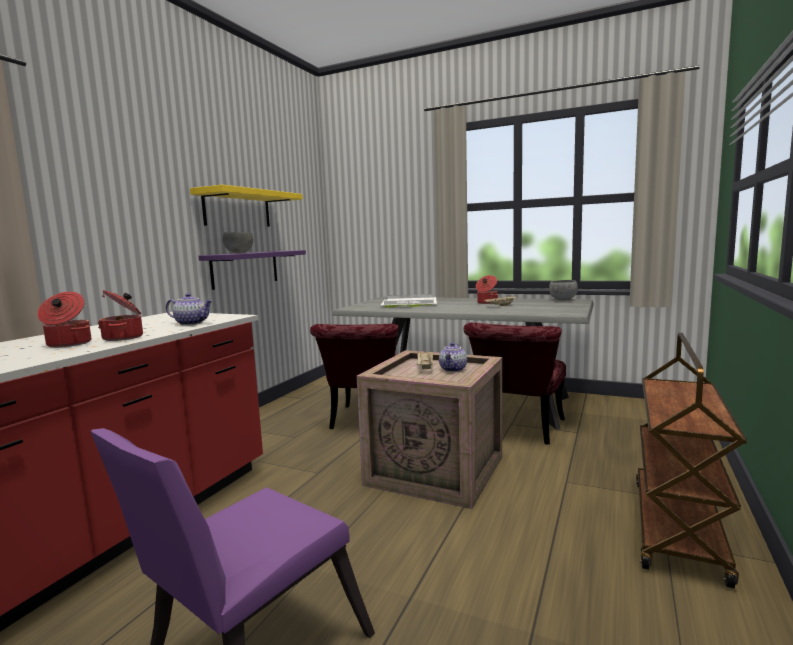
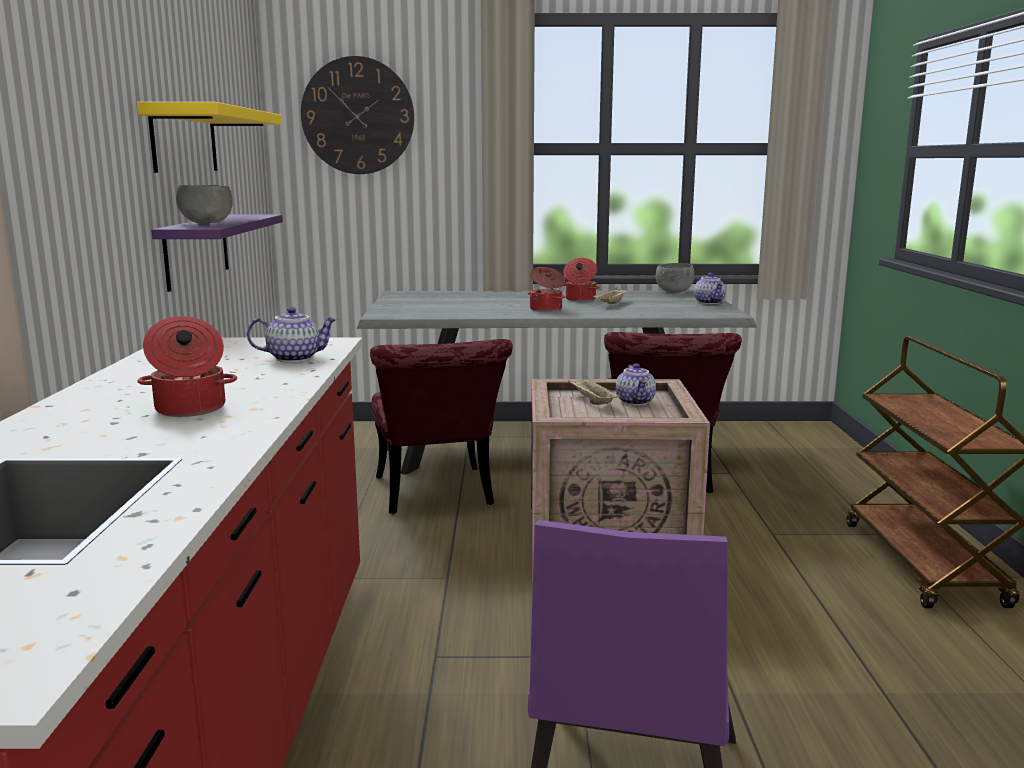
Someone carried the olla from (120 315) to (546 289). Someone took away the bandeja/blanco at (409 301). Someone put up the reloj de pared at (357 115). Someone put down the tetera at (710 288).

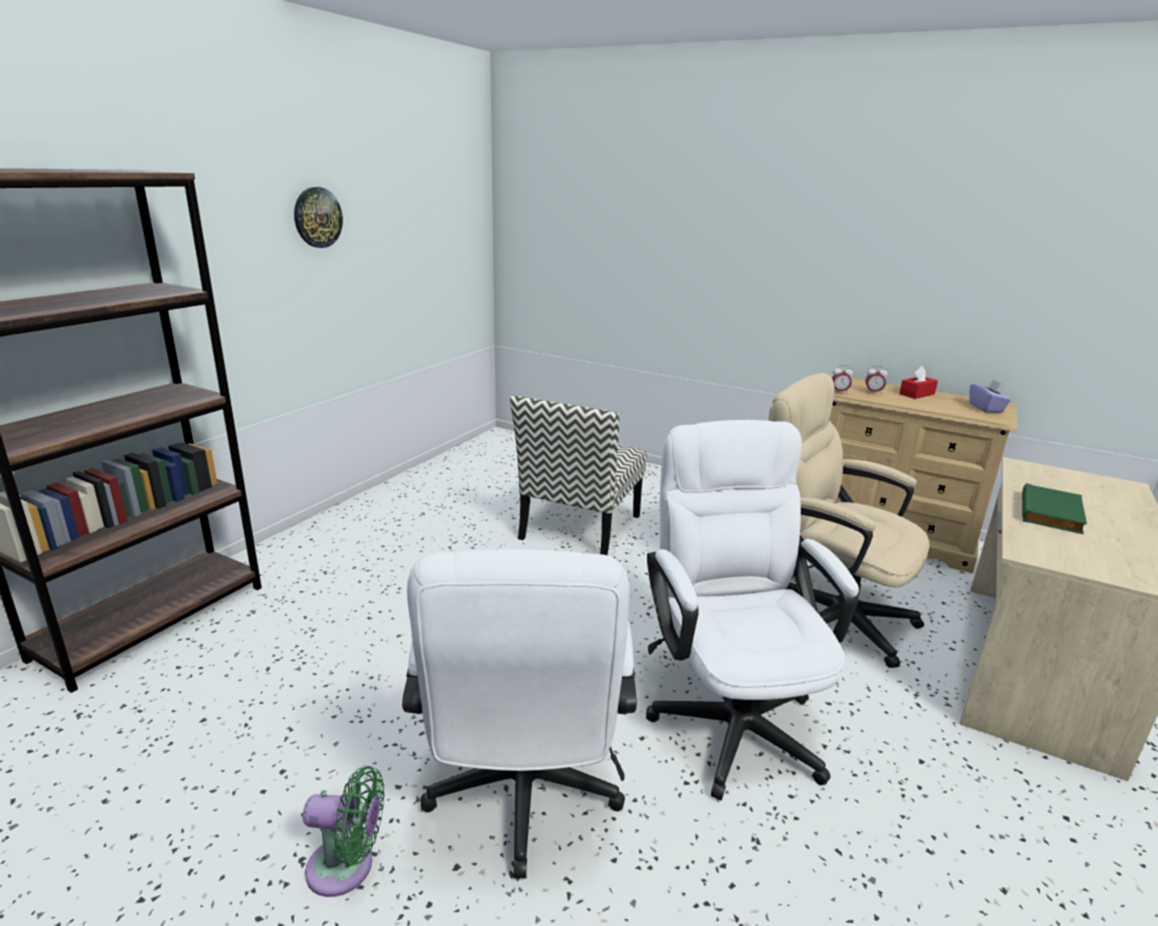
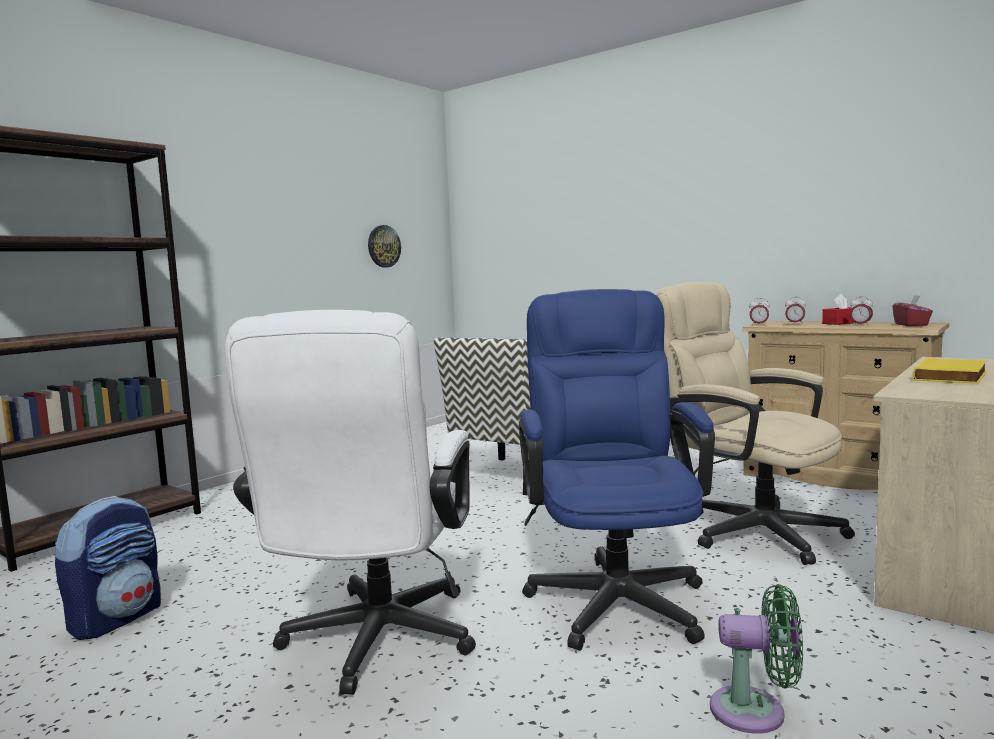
Someone carried the reloj de pared from (318 217) to (384 246). Someone carried the ventilador/verde from (344 831) to (756 659). Someone repainted the silla de oficina/blanco at (752 610), which became the silla de oficina/azul at (617 470). Someone repainted the caja de pañuelos/morado at (990 396), which became the caja de pañuelos/rojo at (912 310). Someone repainted the libro/verde at (1054 508), which became the libro/amarillo at (950 371). Someone put down the mochila at (108 568). Someone put down the despertador at (861 311).

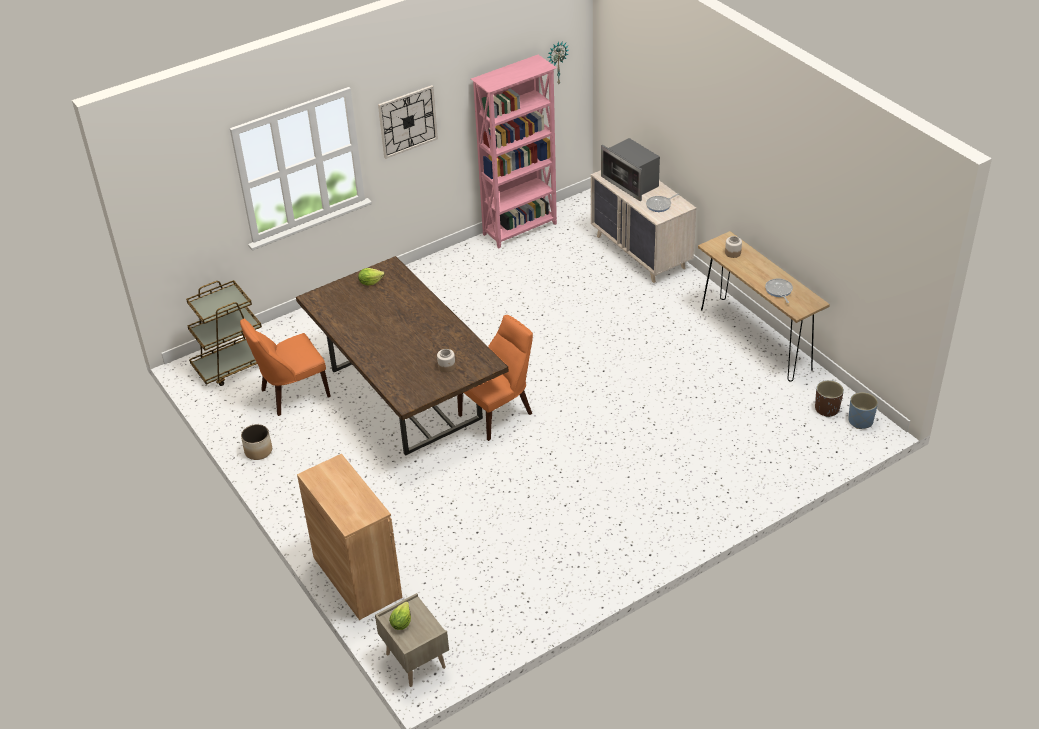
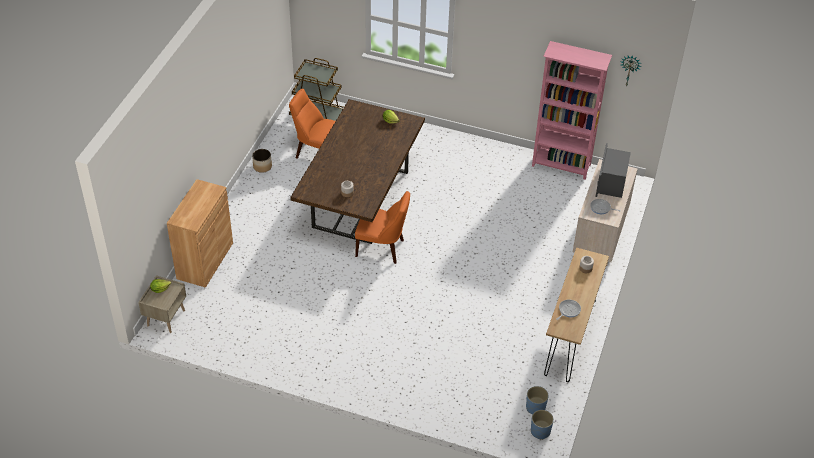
Someone took away the reloj de pared at (408 122). Someone repainted the maceta/marrón at (829 398), which became the maceta/azul at (537 400).

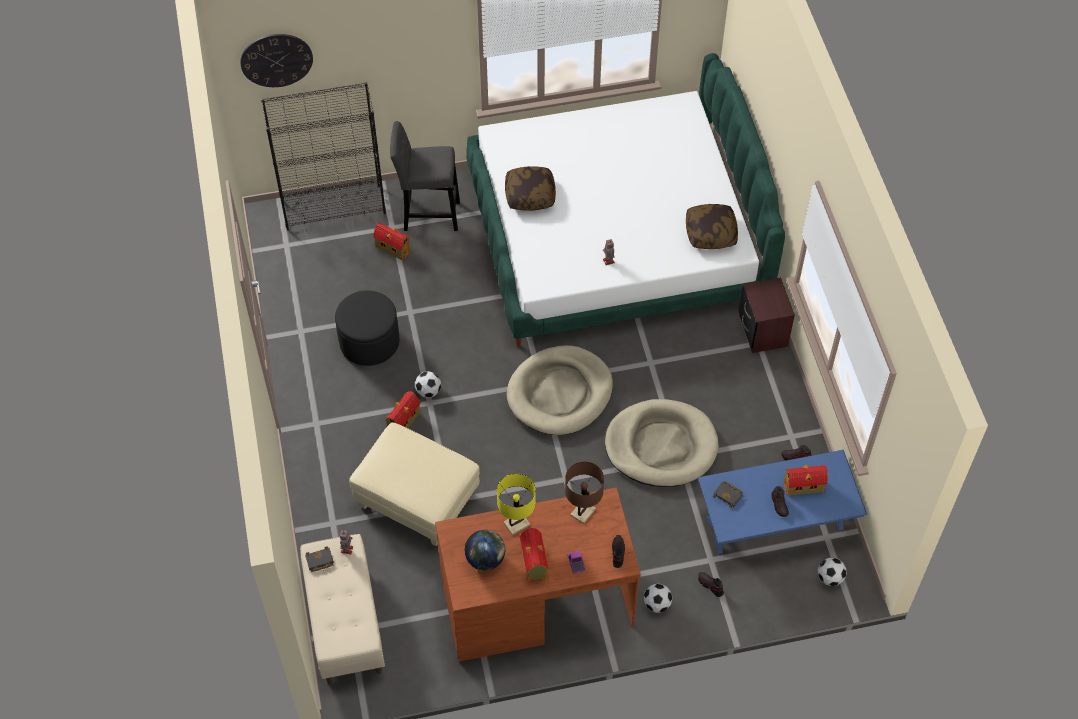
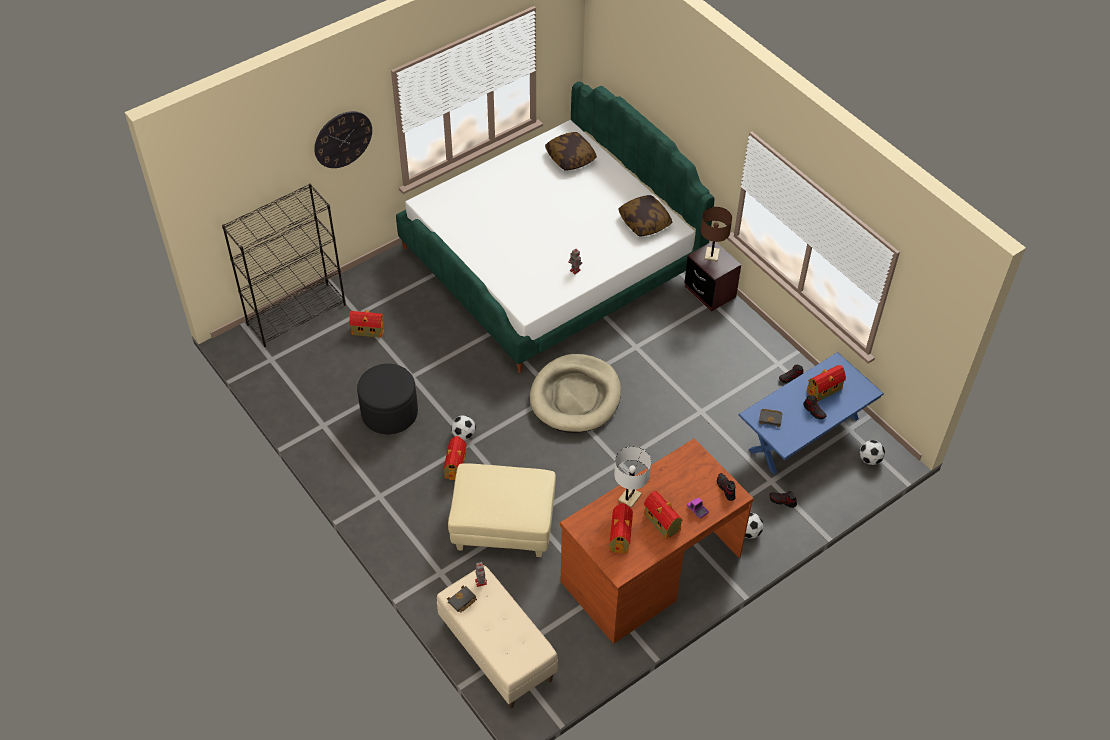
Someone carried the reloj de pared from (276 60) to (343 139). Someone took away the taburete/gris at (425 176). Someone swapped the globo terráqueo at (485 550) for the casita at (621 528). Someone repainted the lámpara de mesa/amarillo at (516 504), which became the lámpara de mesa/blanco at (632 477). Someone carried the cojín from (530 188) to (571 151). Someone carried the lámpara de mesa/marrón from (584 493) to (716 234). Someone took away the cama para perro/beis at (662 443).

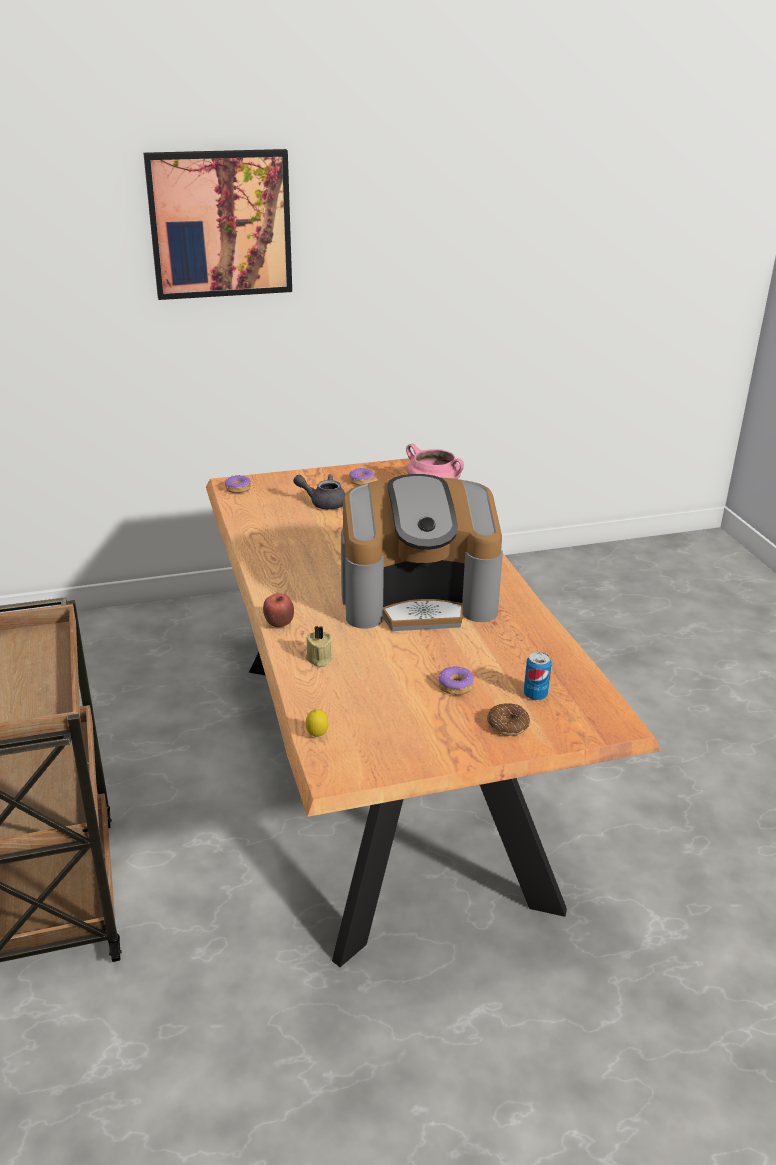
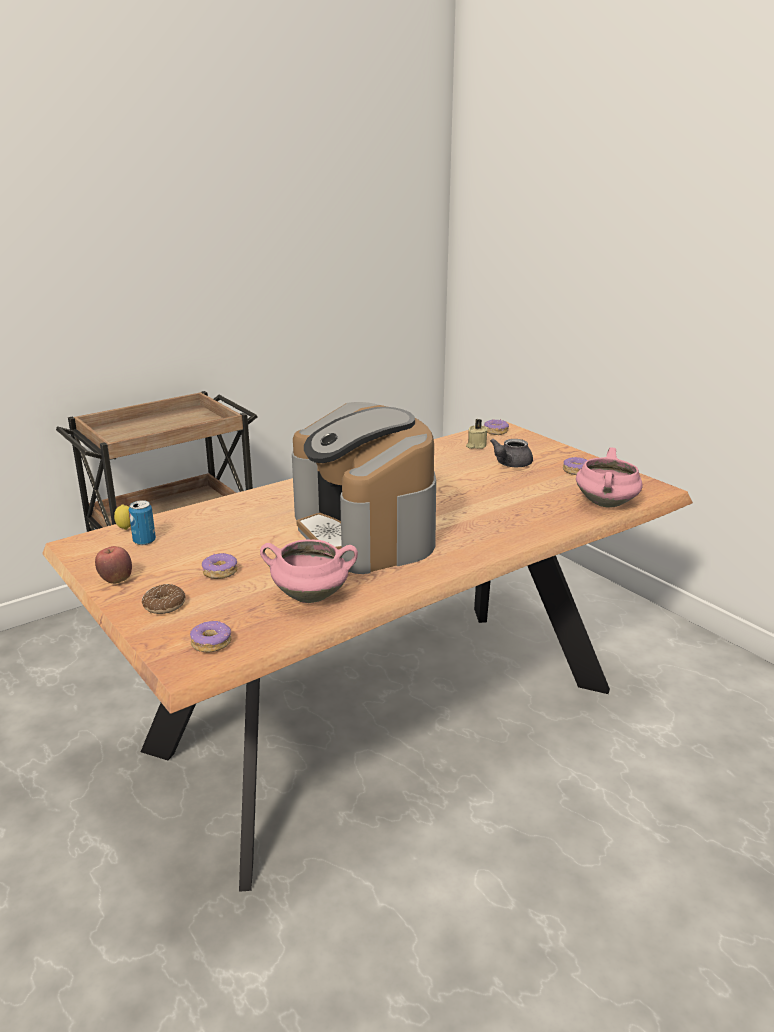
Someone took away the cuadro at (217 224). Someone carried the manzana from (278 610) to (113 565). Someone rotated the tetera/gris at (319 491) by 135 degrees counterclockwise. Someone carried the vela/beis from (319 646) to (477 434). Someone carried the lata from (538 676) to (142 522). Someone put down the rosquilla at (210 636). Someone put down the olla/rosa at (309 571).

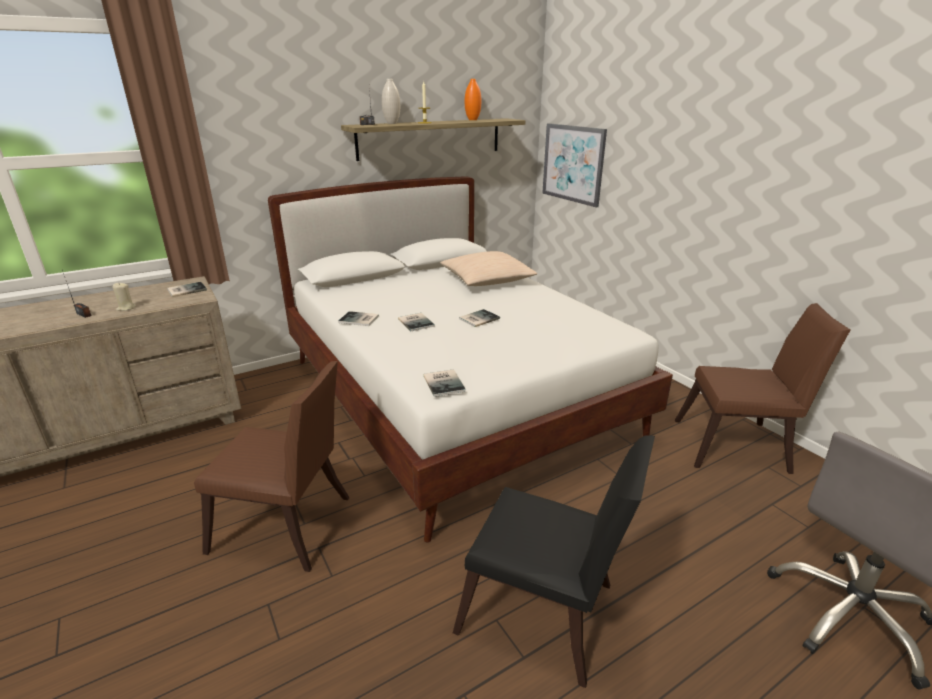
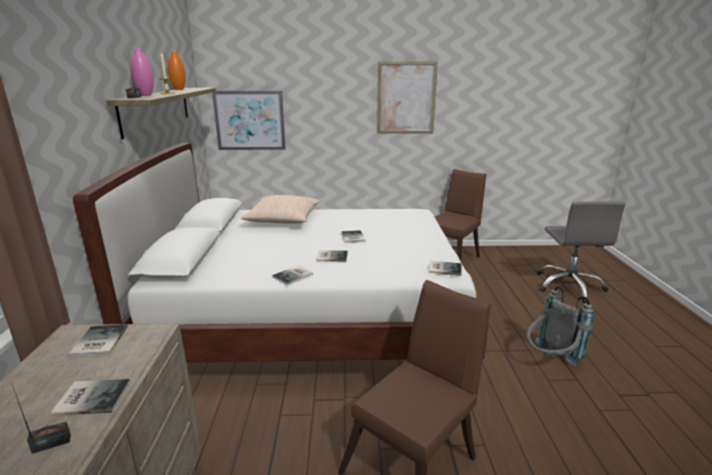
Someone swapped the vela/beis at (124 296) for the libro at (90 397). Someone repainted the florero/blanco at (391 101), which became the florero/rosa at (142 72). Someone swapped the silla/negro at (554 561) for the mochila/gris at (560 326). Someone put up the cuadro at (407 98).

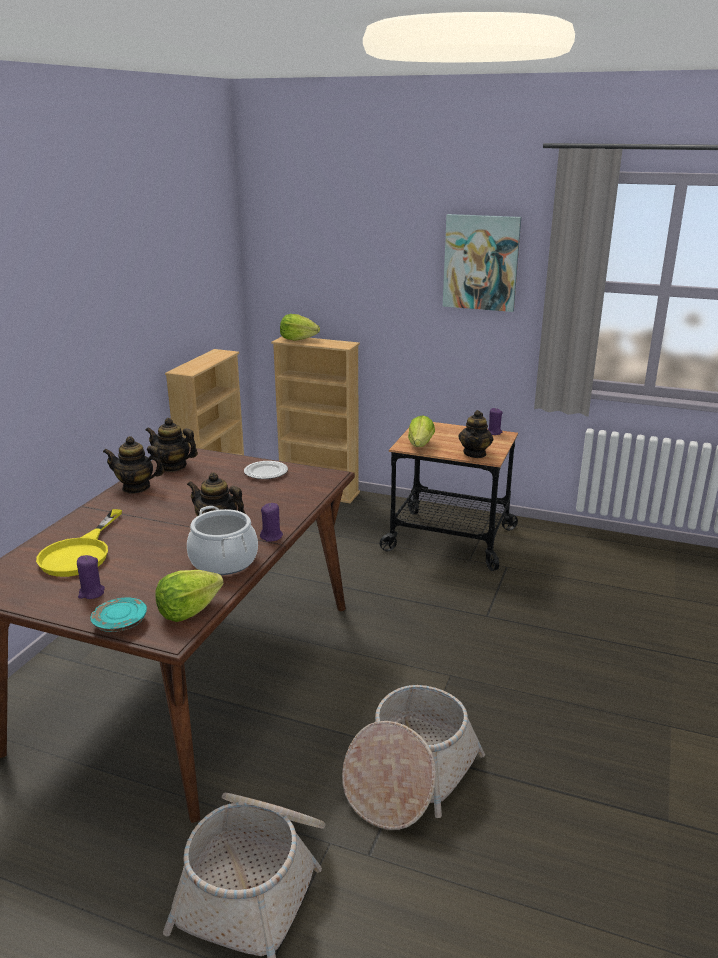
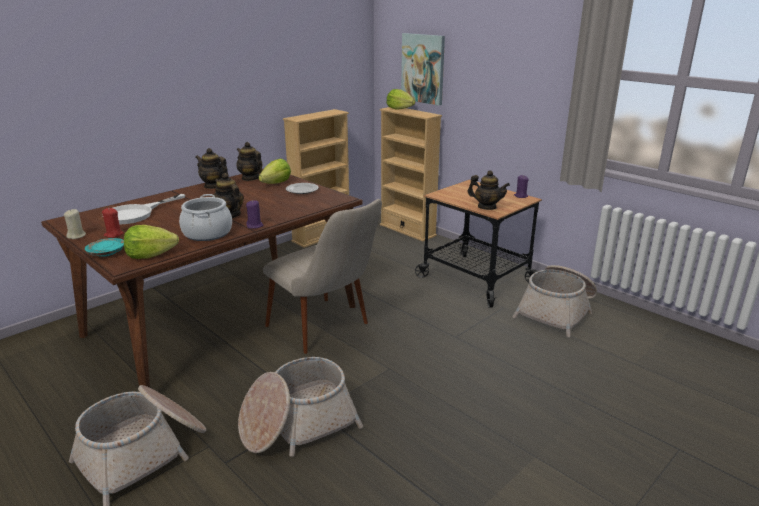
Someone repainted the sartén/amarillo at (79 543), which became the sartén/blanco at (143 209). Someone repainted the vela/morado at (91 577), which became the vela/rojo at (112 223). Someone carried the lechuga from (421 431) to (275 171). Someone carried the cuadro from (482 263) to (423 69). Someone rotated the tetera at (475 434) by 105 degrees counterclockwise. Someone put down the vela/beis at (75 224). Someone put down the silla/beis at (322 276). Someone put down the cesta at (555 301).

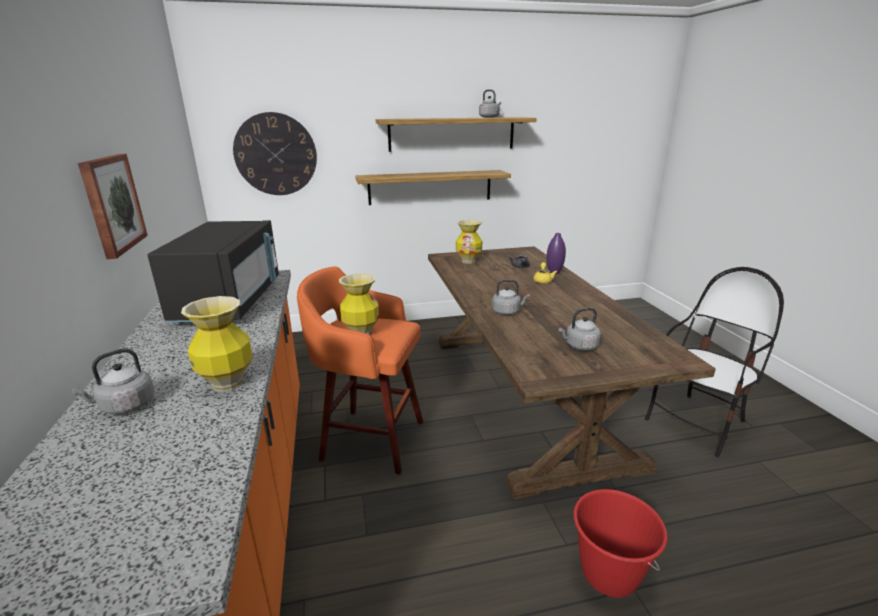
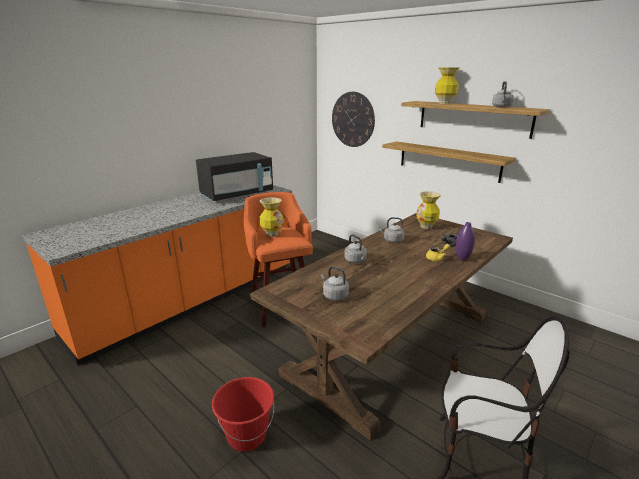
Someone carried the hervidor/gris from (113 381) to (391 230). Someone took away the cuadro at (113 206). Someone carried the florero from (216 344) to (447 86).

